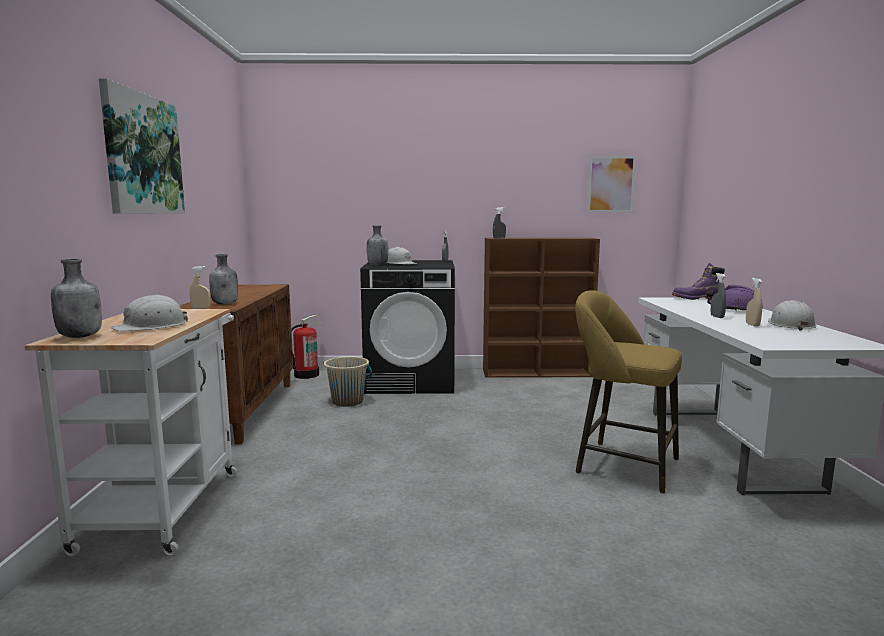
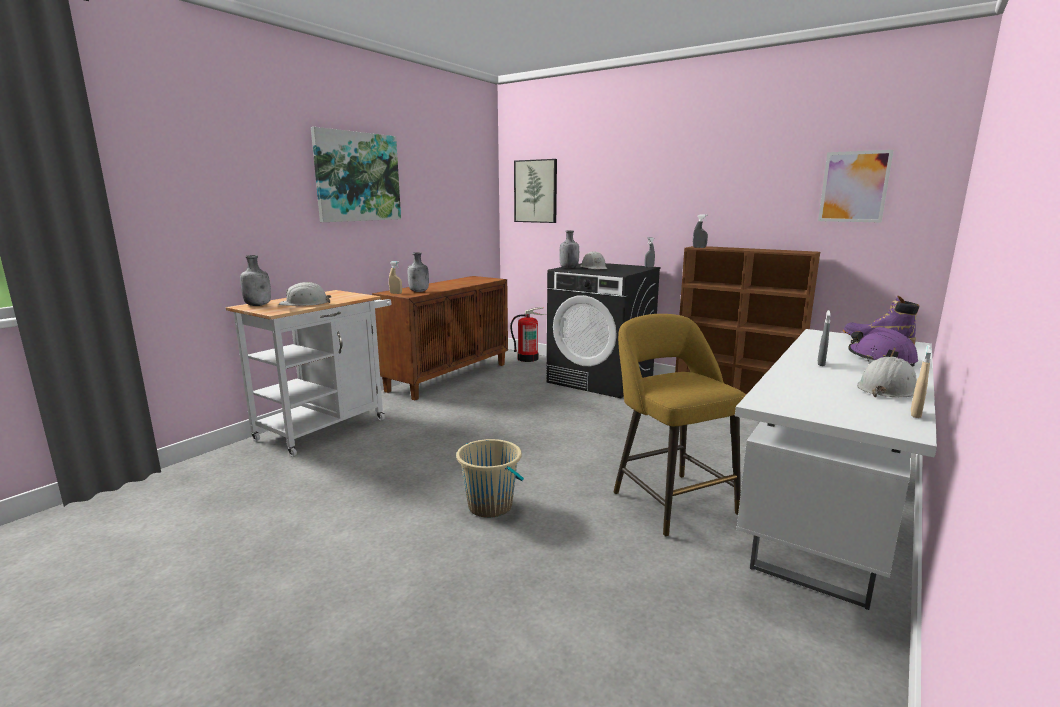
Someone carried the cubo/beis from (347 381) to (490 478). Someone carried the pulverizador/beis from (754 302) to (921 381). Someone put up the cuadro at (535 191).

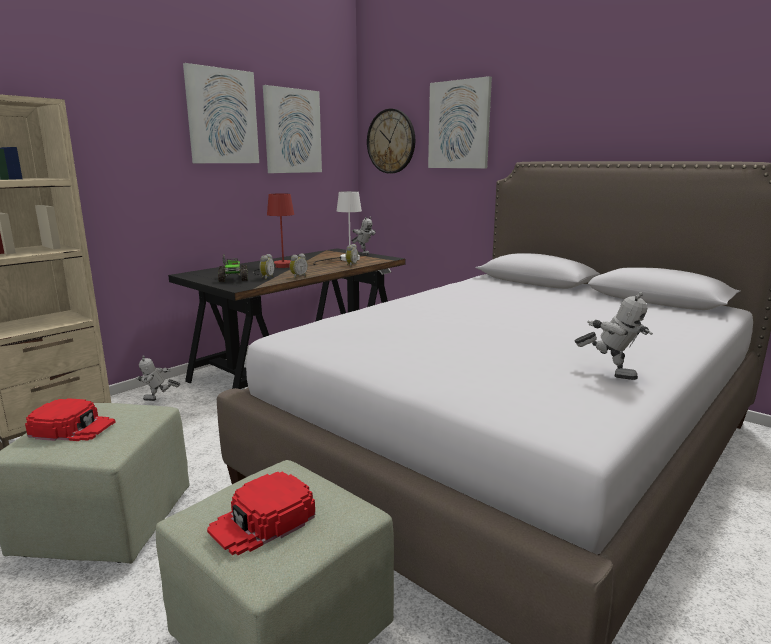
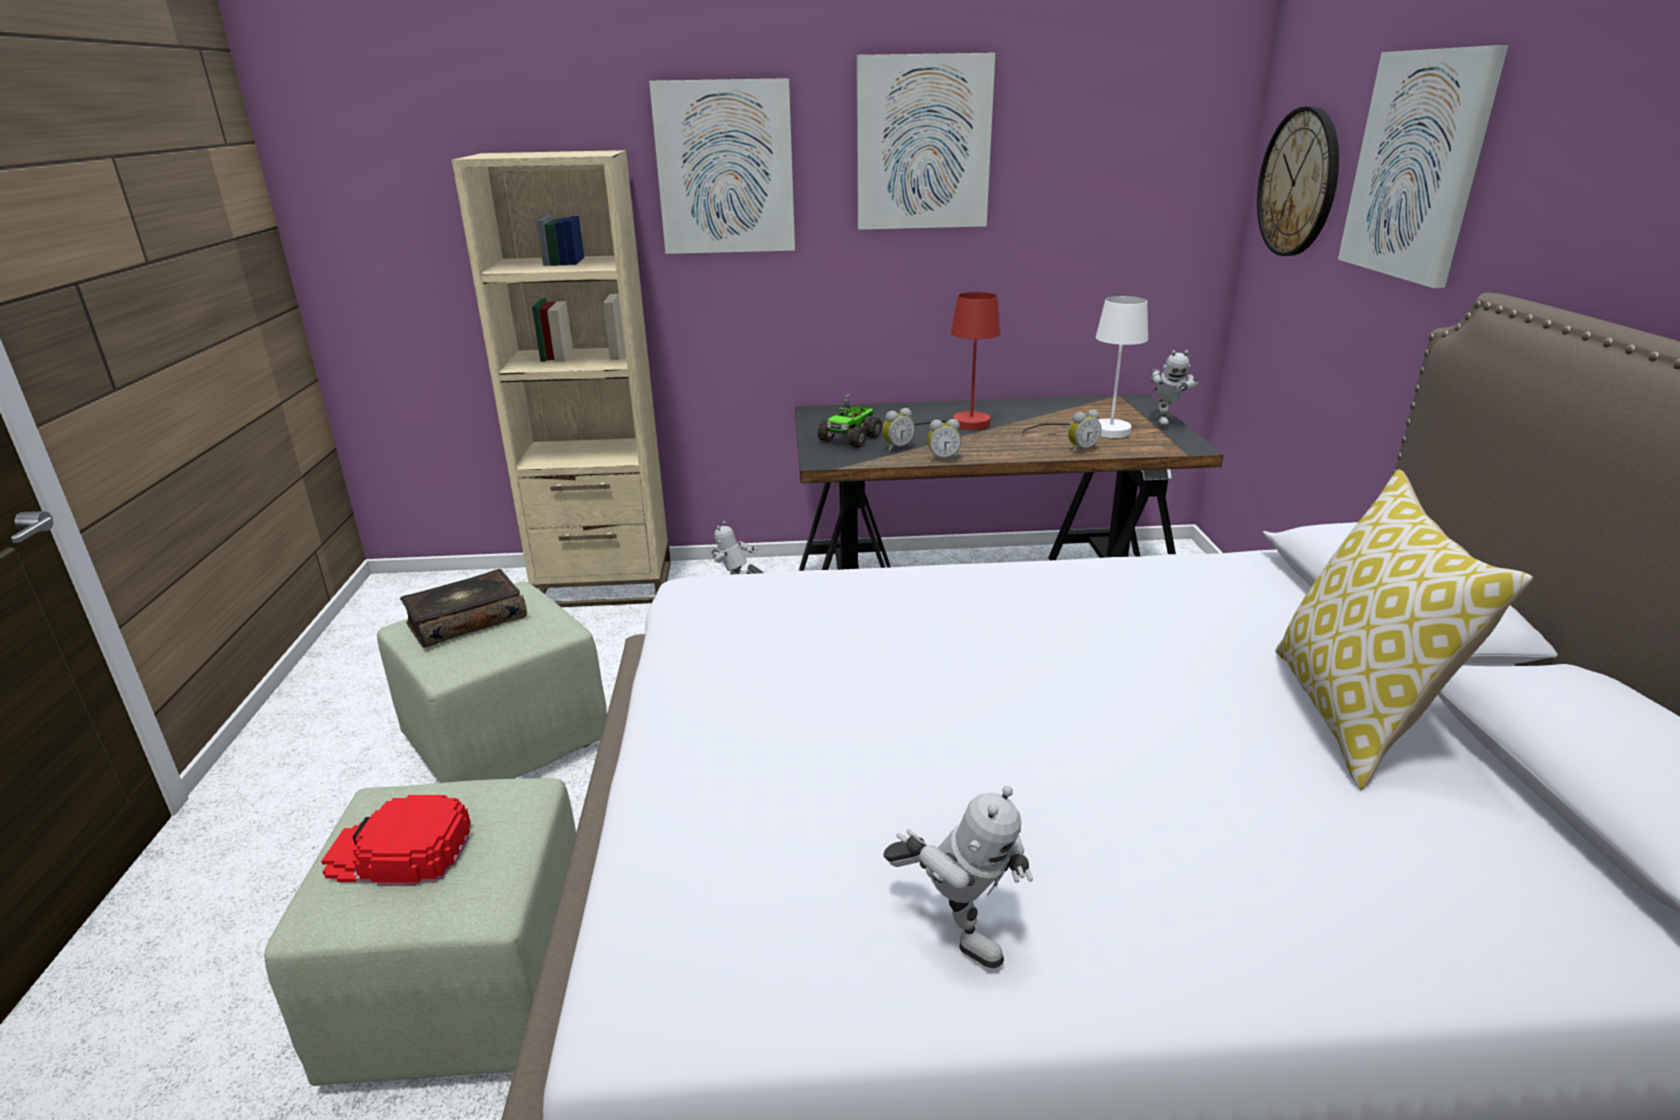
Someone swapped the gorra/rojo at (70 419) for the libro at (463 608). Someone carried the cuadro from (292 129) to (722 166). Someone rotated the robot de juguete at (613 336) by 45 degrees counterclockwise. Someone put down the cojín at (1404 629).

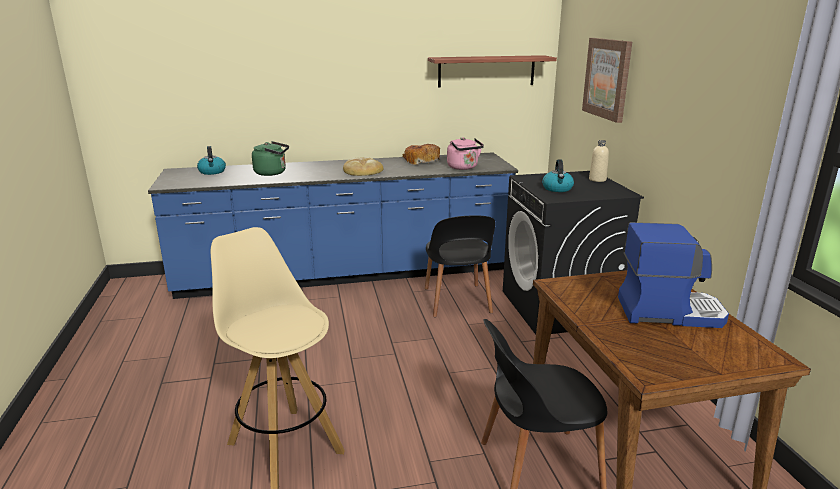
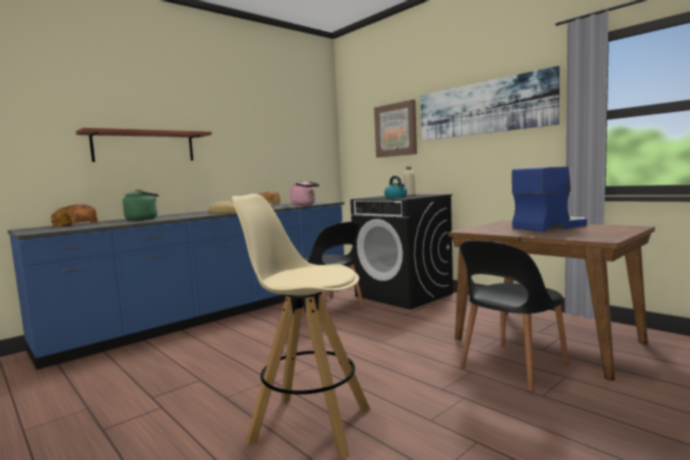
Someone swapped the hervidor at (211 160) for the pan at (75 215). Someone carried the estante from (492 71) to (144 145). Someone put up the cuadro at (490 103).

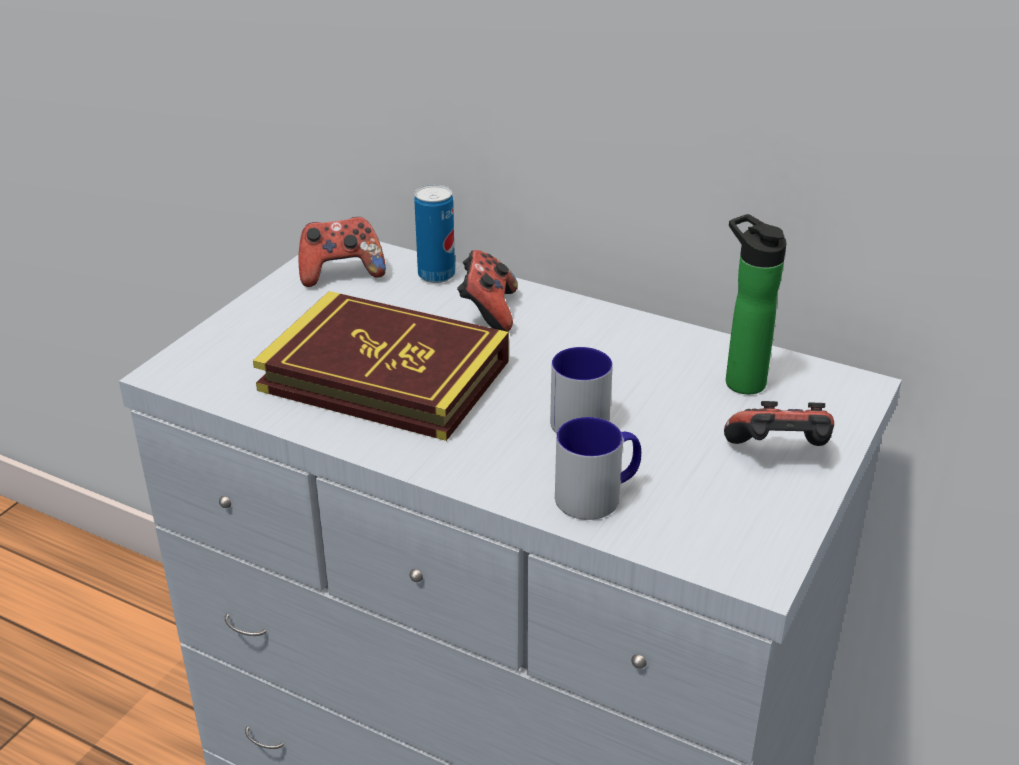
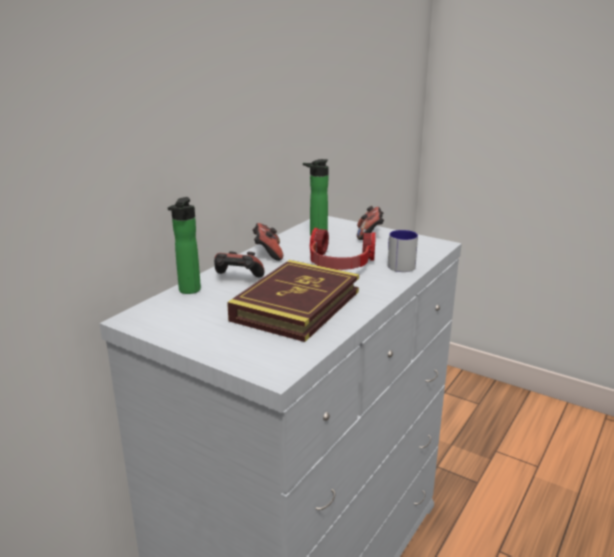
Someone carried the mando de consola from (342 252) to (268 242). Someone swapped the lata at (434 234) for the botella at (184 245). Someone swapped the taza grande at (581 390) for the auriculares at (343 249).

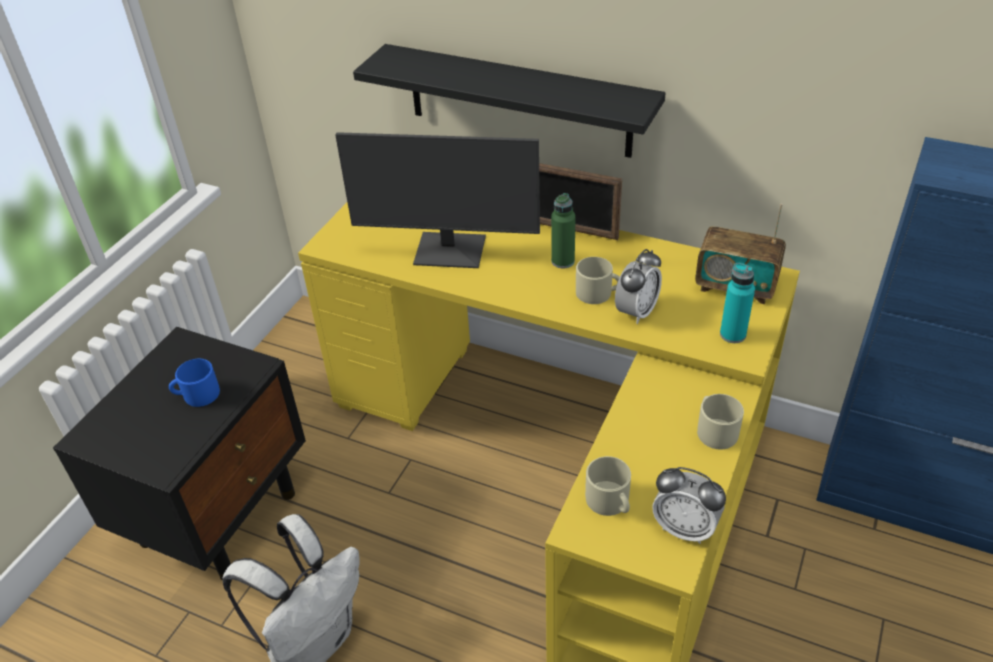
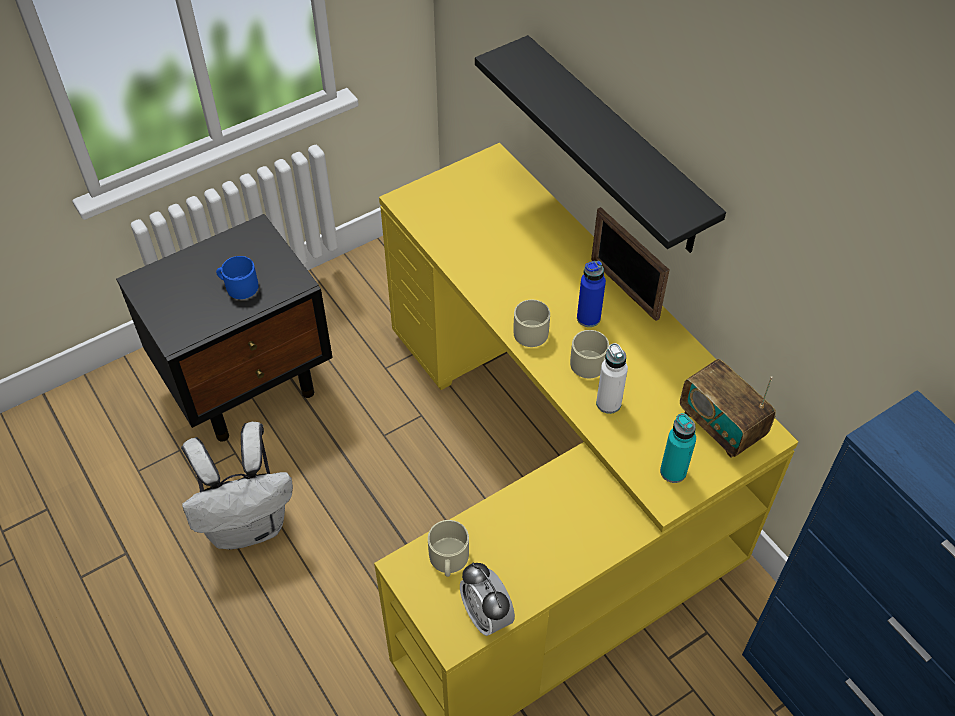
Someone took away the monitor at (437 200). Someone repainted the botella/verde at (563 230), which became the botella/azul at (591 294). Someone swapped the despertador at (638 286) for the botella/blanco at (612 378). Someone carried the taza grande/beis from (720 422) to (531 323).

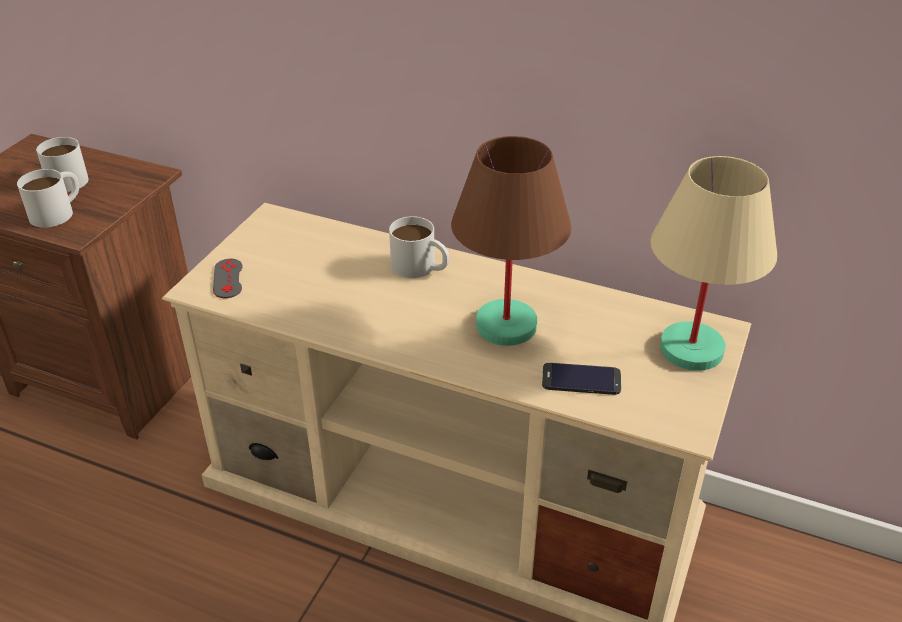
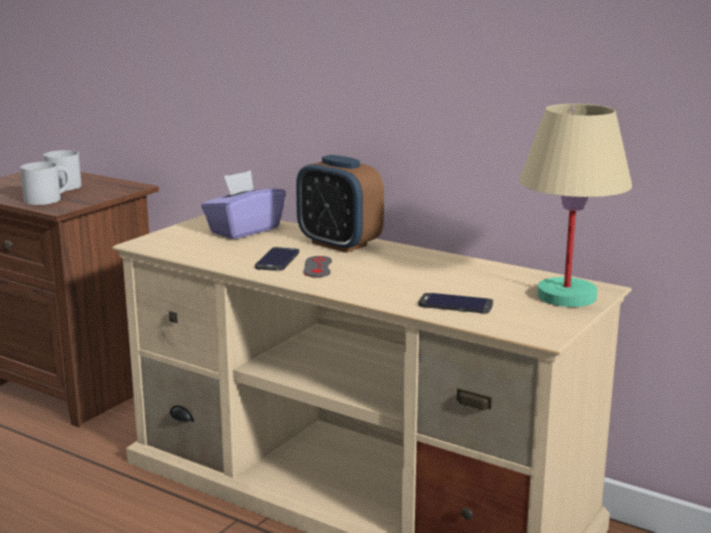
Someone carried the mando de consola/gris from (228 278) to (318 266). Someone swapped the taza grande/blanco at (419 247) for the despertador at (340 204). Someone took away the lámpara de mesa/marrón at (511 241). Someone put down the caja de pañuelos/morado at (243 204). Someone put down the móvil at (277 259).

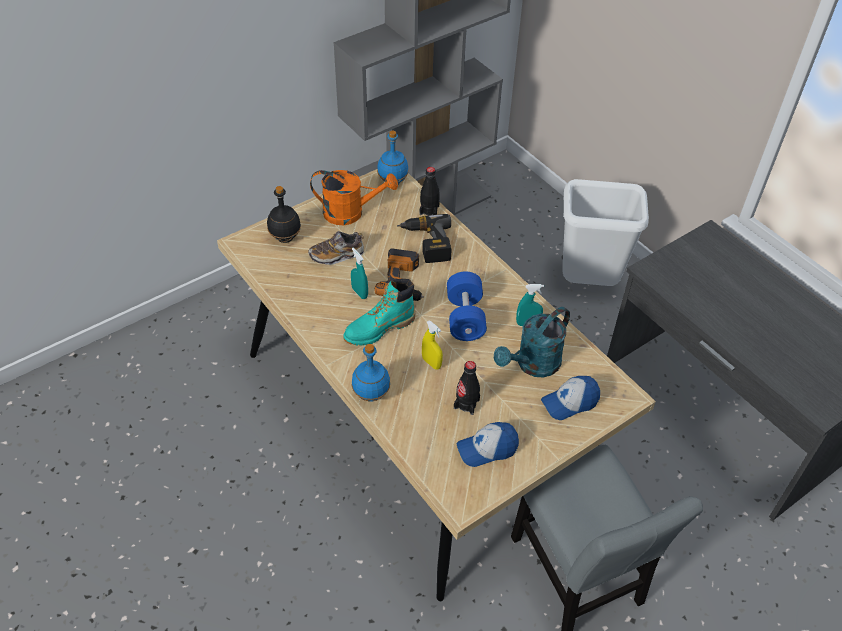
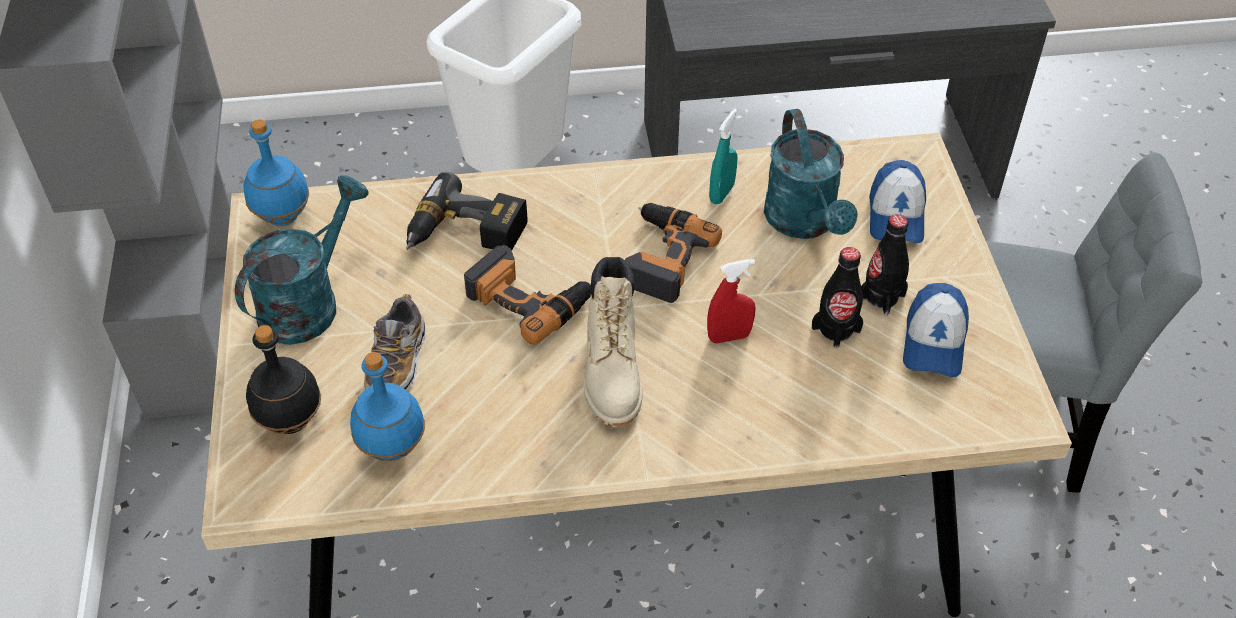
Someone repainted the regadera/naranja at (354 197), which became the regadera/turquesa at (302 260). Someone repainted the bota/turquesa at (379 312), which became the bota/beis at (613 342). Someone took away the pulverizador/turquesa at (359 273). Someone carried the botella/azul from (370 373) to (387 406). Someone carried the botella/negro from (429 191) to (885 264). Someone repainted the pulverizador/amarillo at (432 345), which became the pulverizador/rojo at (731 301). Someone swapped the mancuerna/azul at (467 306) for the taladro at (673 253).

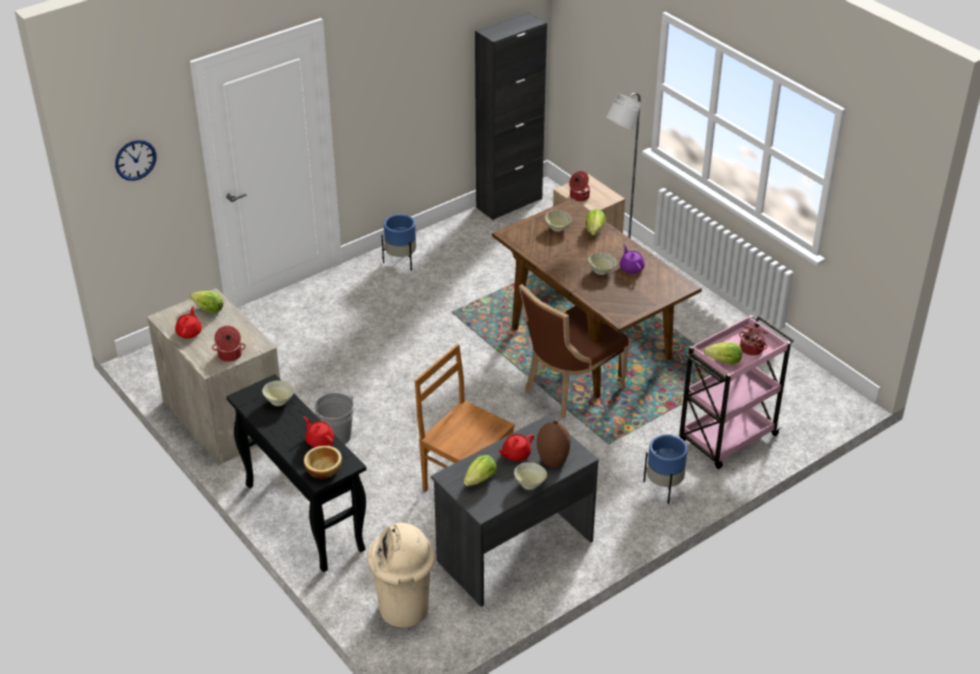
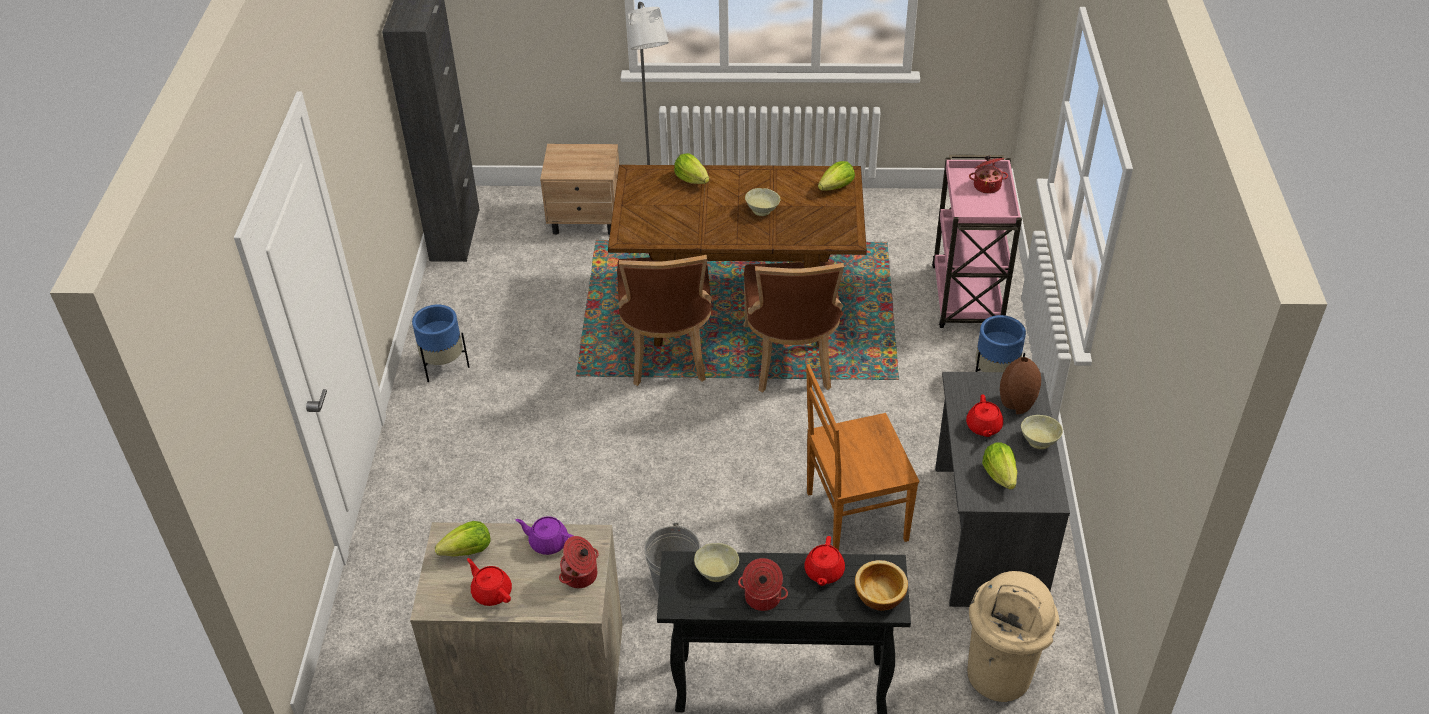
Someone took away the reloj de pared at (135 160). Someone rotated the tetera/rojo at (319 431) by 75 degrees counterclockwise. Someone took away the cuenco/beis at (558 221). Someone carried the olla from (579 186) to (763 584). Someone carried the tetera/morado from (632 259) to (544 535). Someone carried the lechuga from (723 353) to (836 176). Someone put down the silla/marrón at (664 320).

